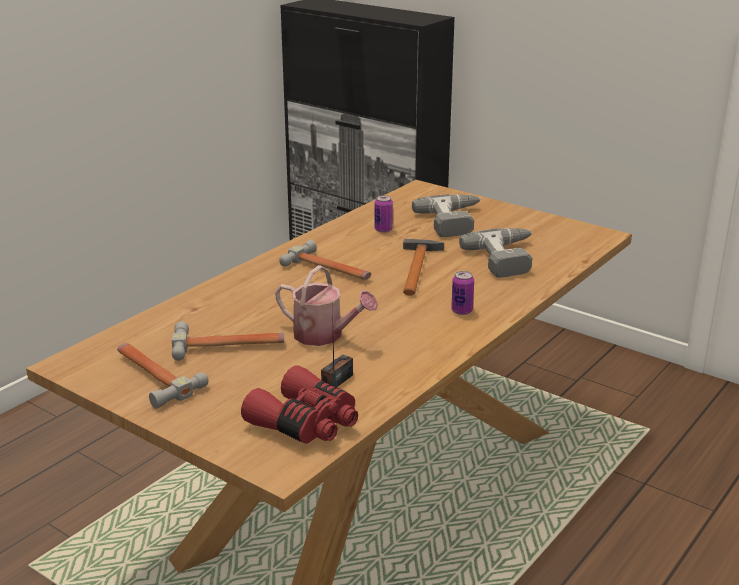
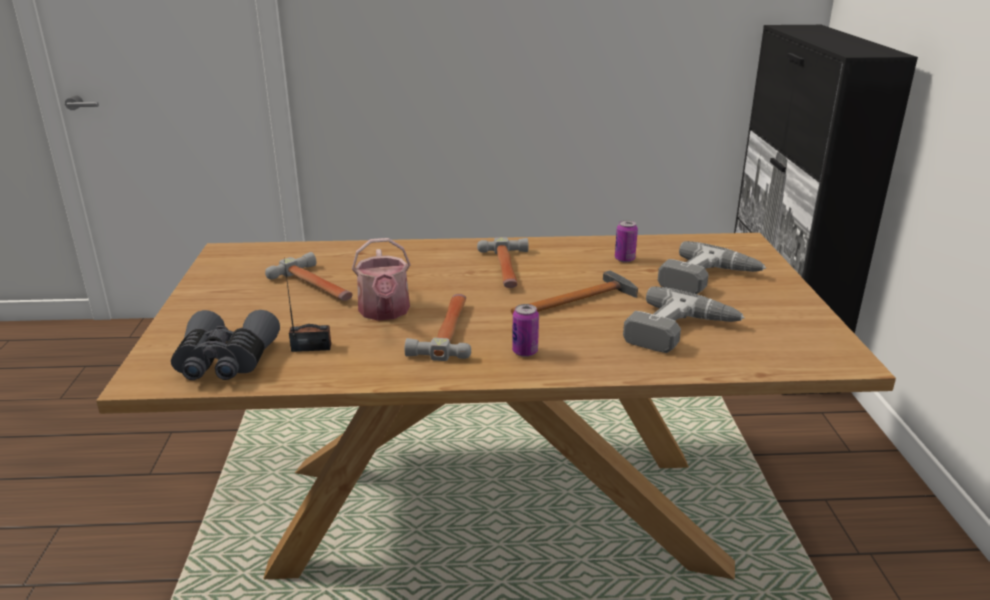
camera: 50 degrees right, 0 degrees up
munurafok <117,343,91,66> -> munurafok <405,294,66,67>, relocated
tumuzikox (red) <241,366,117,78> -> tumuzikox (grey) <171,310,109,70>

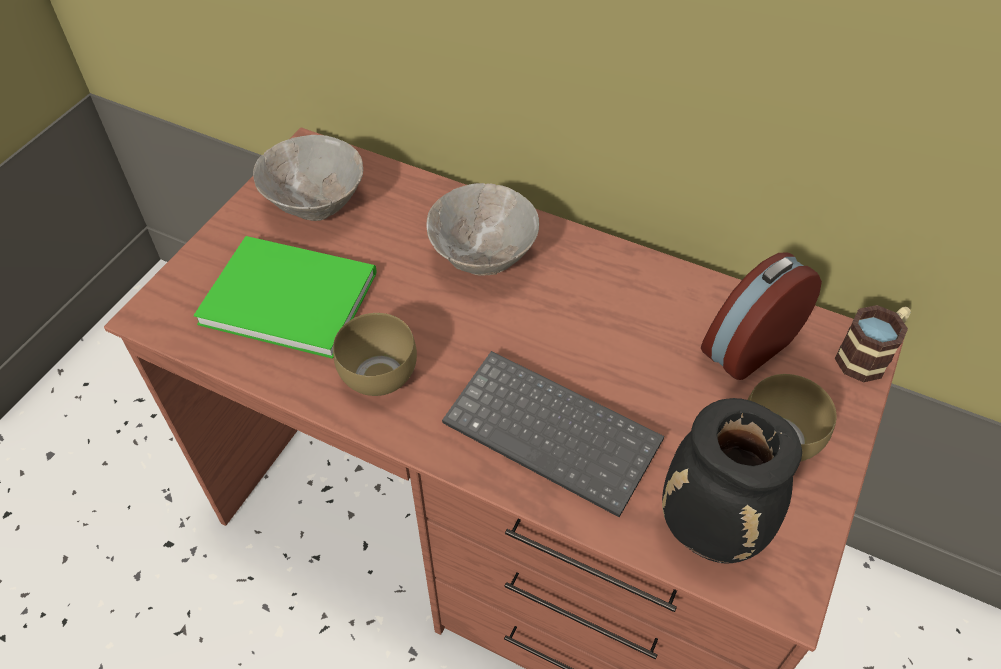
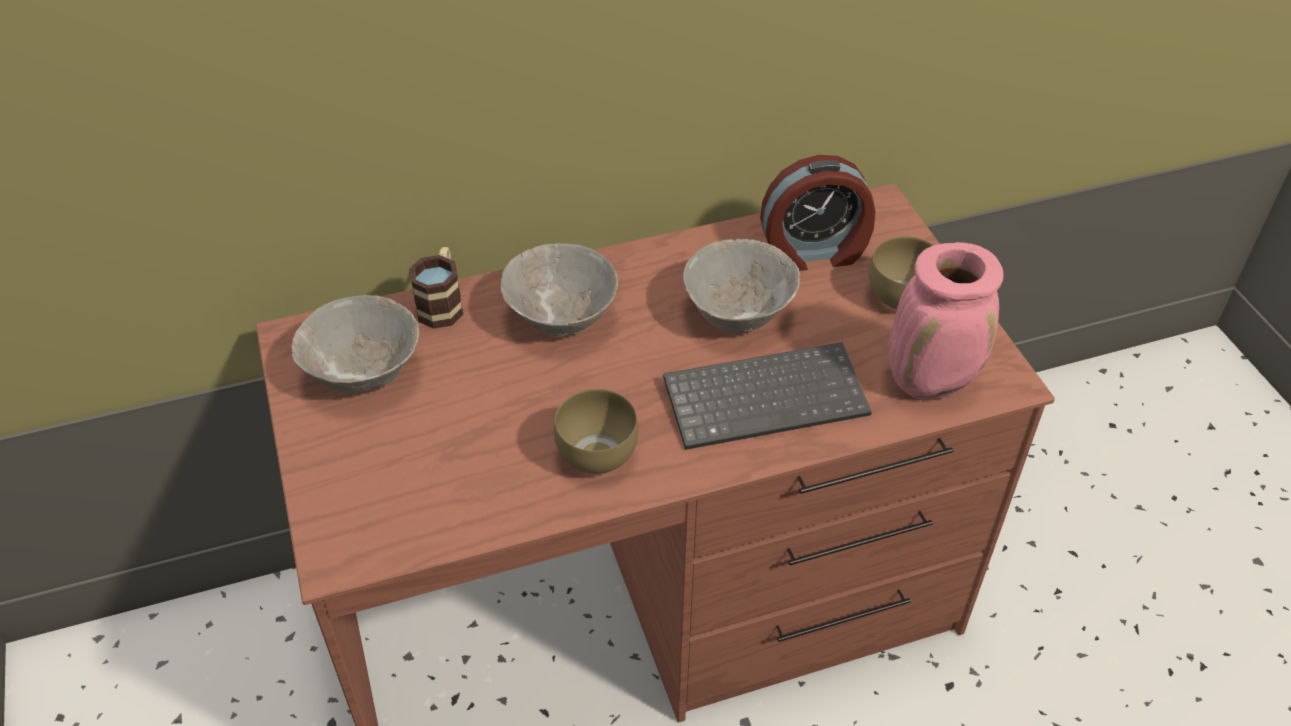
camera: 45 degrees left, 5 degrees down
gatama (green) <193,236,184,123> -> none
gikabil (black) <662,398,140,166> -> gikabil (pink) <888,242,116,157>
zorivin <701,253,121,127> -> zorivin <760,155,116,116>, 105 degrees counterclockwise
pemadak <835,305,76,77> -> pemadak <409,247,54,82>, relocated
none -> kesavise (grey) <683,239,117,94>

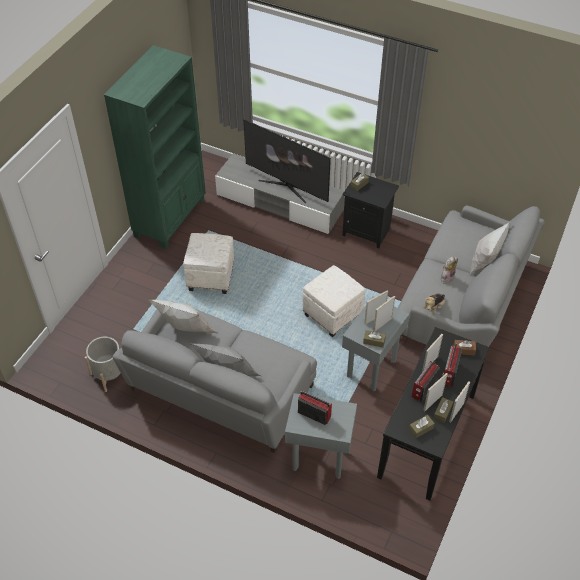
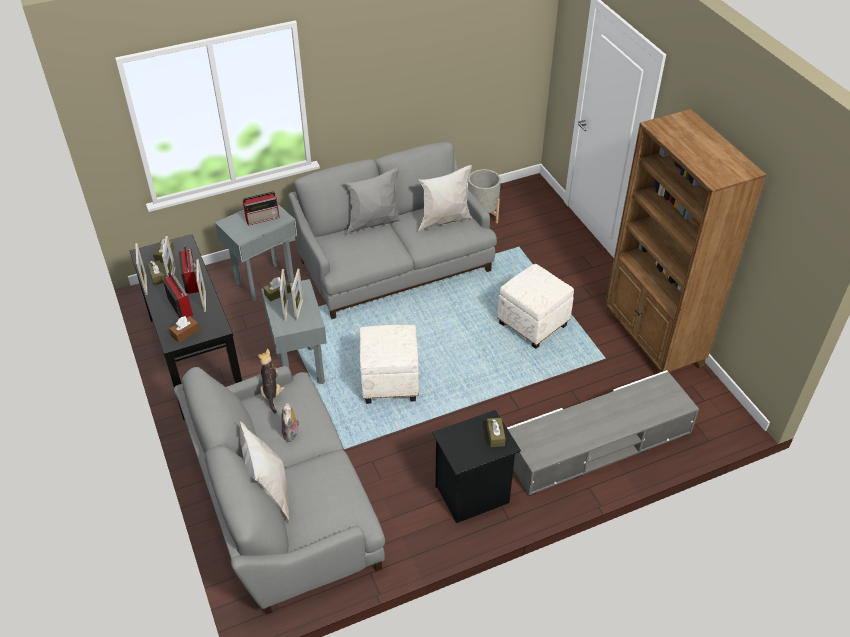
camera: 130 degrees right, 5 degrees down
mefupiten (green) <104,45,102,204> -> mefupiten (brown) <605,109,161,264>
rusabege <244,119,87,84> -> none

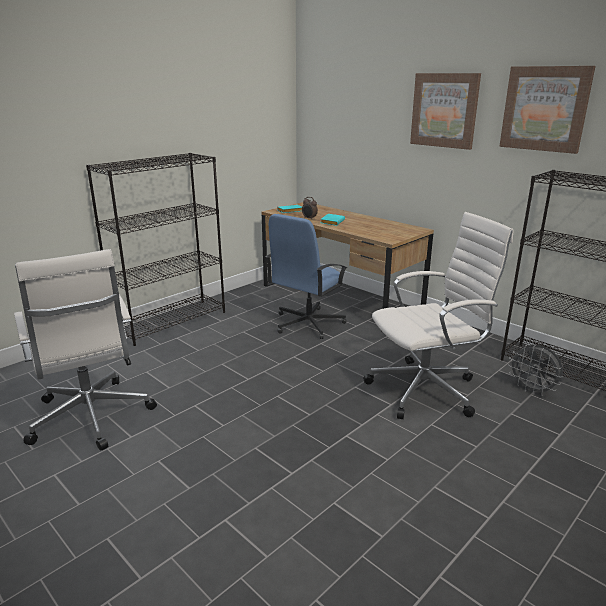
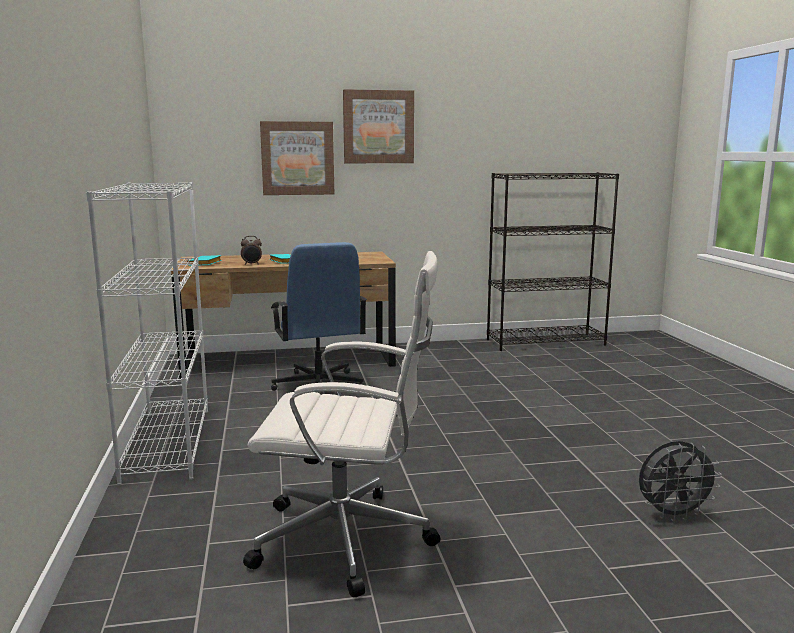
camera: 55 degrees left, 10 degrees down
mefupiten (black) <86,153,139,193> -> mefupiten (white) <86,182,122,304>
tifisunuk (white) <363,212,151,207> -> none
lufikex <499,66,97,88> -> lufikex <260,121,74,74>, relocated
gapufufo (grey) <508,345,55,51> -> gapufufo (grey) <639,441,83,80>, relocated

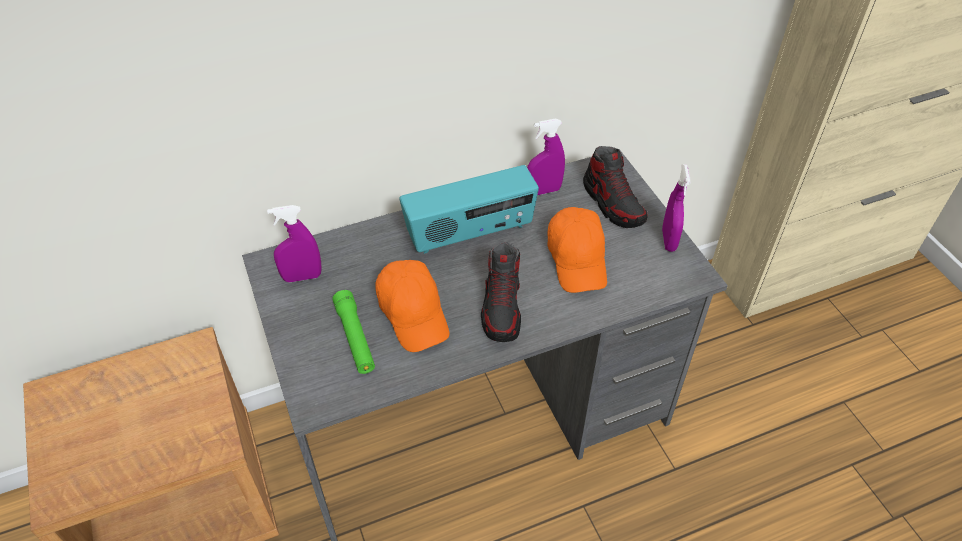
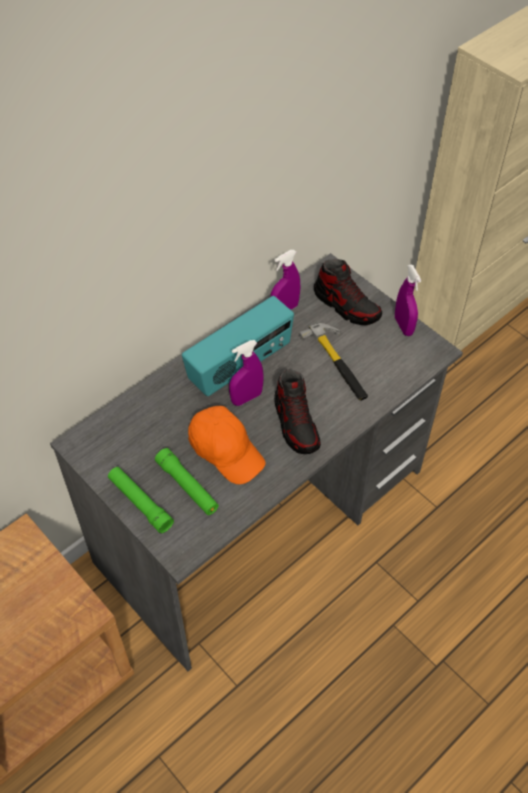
camera: 20 degrees left, 5 degrees up
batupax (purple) <267,205,55,77> -> batupax (purple) <229,340,35,66>, relocated
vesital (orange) <547,207,60,86> -> munurafok <299,323,69,78>
none -> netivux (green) <108,467,66,67>

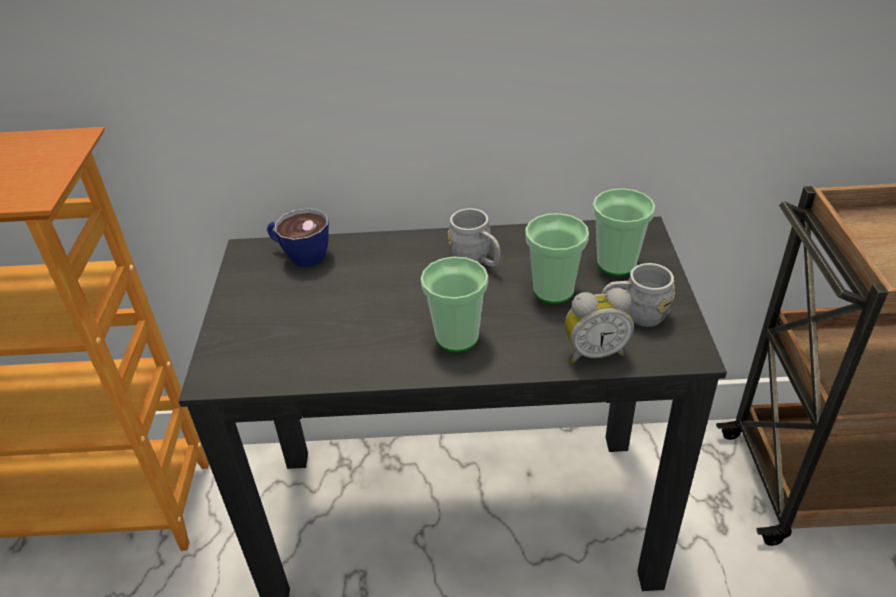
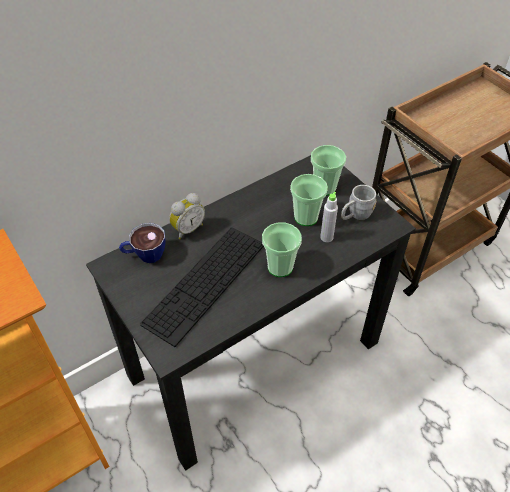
camera: 35 degrees left, 10 degrees up
pemadak (grey) <448,208,53,59> -> none
zorivin <565,288,69,75> -> zorivin <169,193,36,46>, relocated
none -> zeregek <140,227,124,120>
none -> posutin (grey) <320,192,18,50>

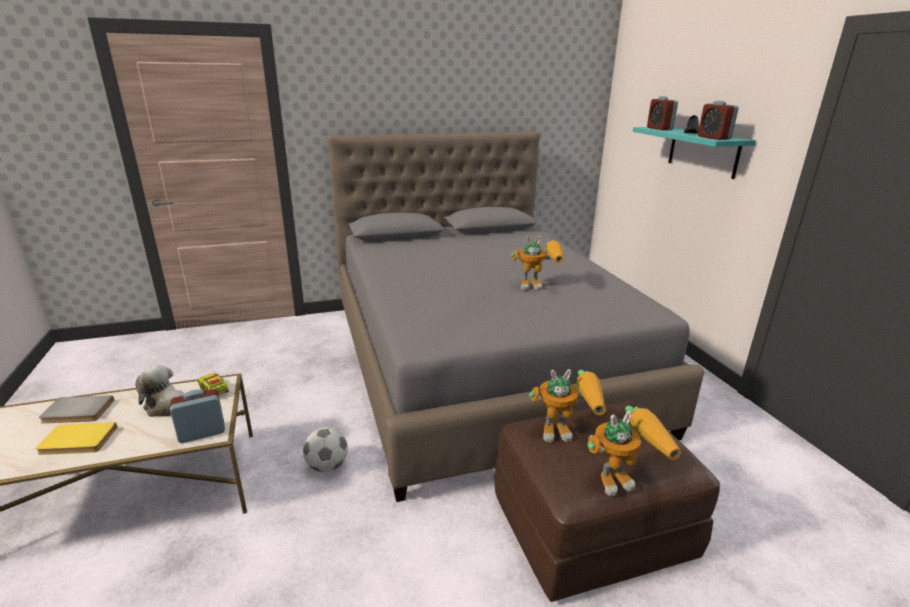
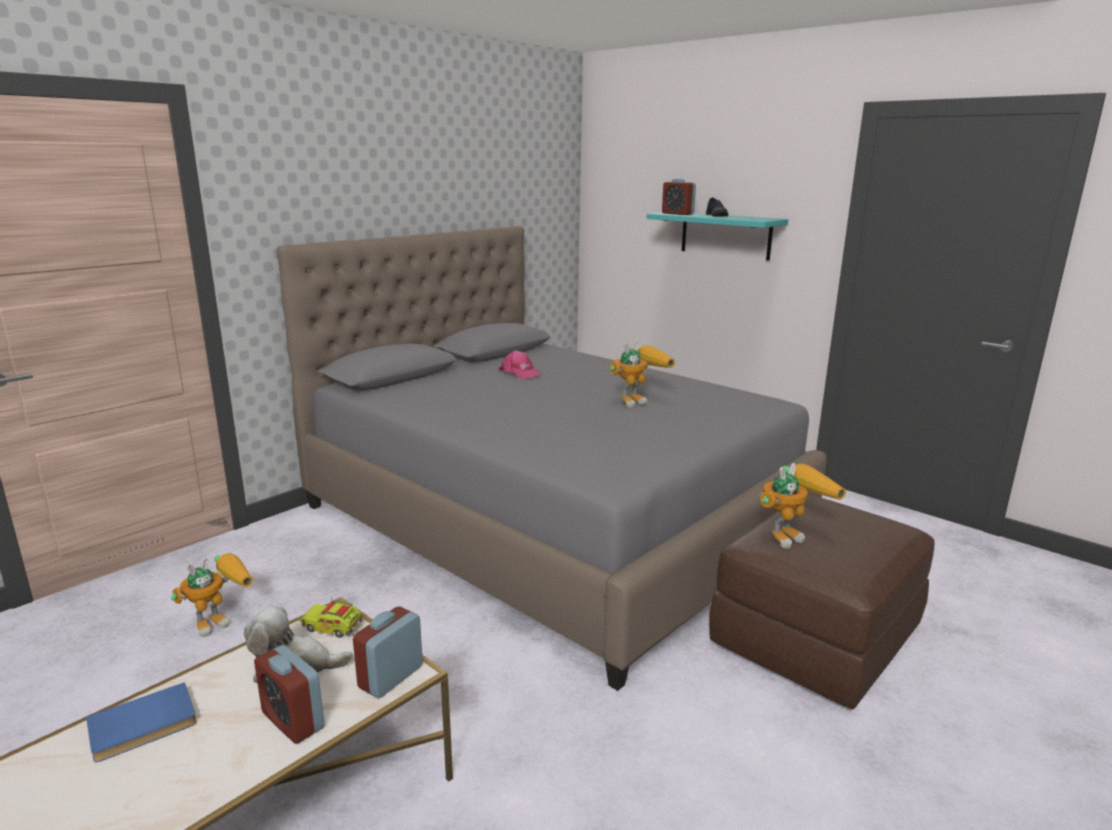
camera: 30 degrees left, 5 degrees down
gatama (yellow) <35,423,83,32> -> none
gatama (grey) <39,395,75,28> -> gatama (blue) <86,682,111,80>
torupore <303,427,45,45> -> none
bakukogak <587,406,94,90> -> bakukogak <171,553,82,84>, relocated
zorivin <698,101,41,39> -> zorivin <254,645,71,99>, relocated
none -> vesital (pink) <499,350,43,29>

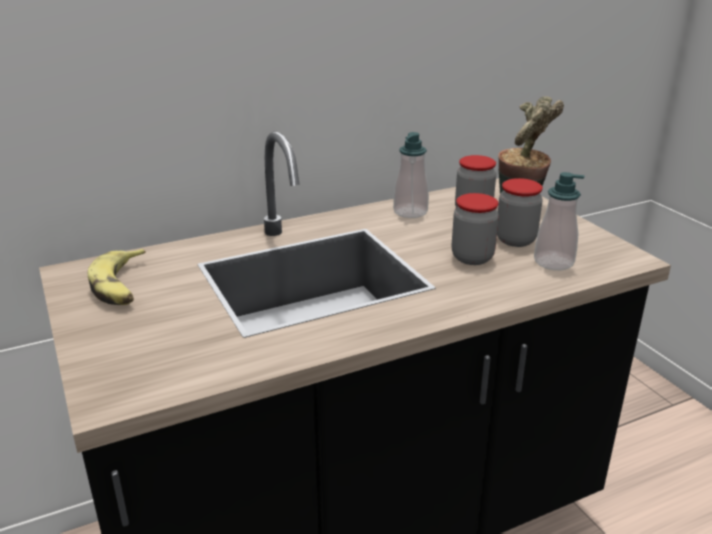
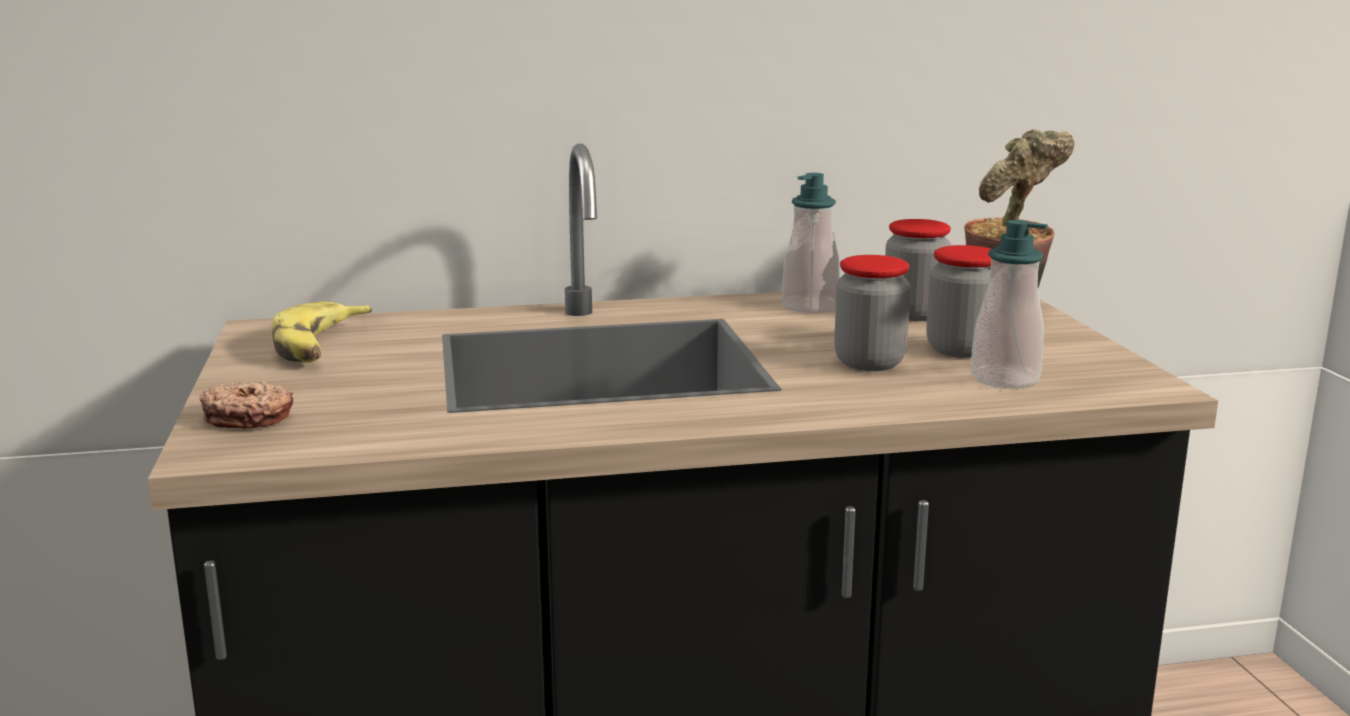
camera: 15 degrees right, 10 degrees down
none -> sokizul <200,381,93,48>

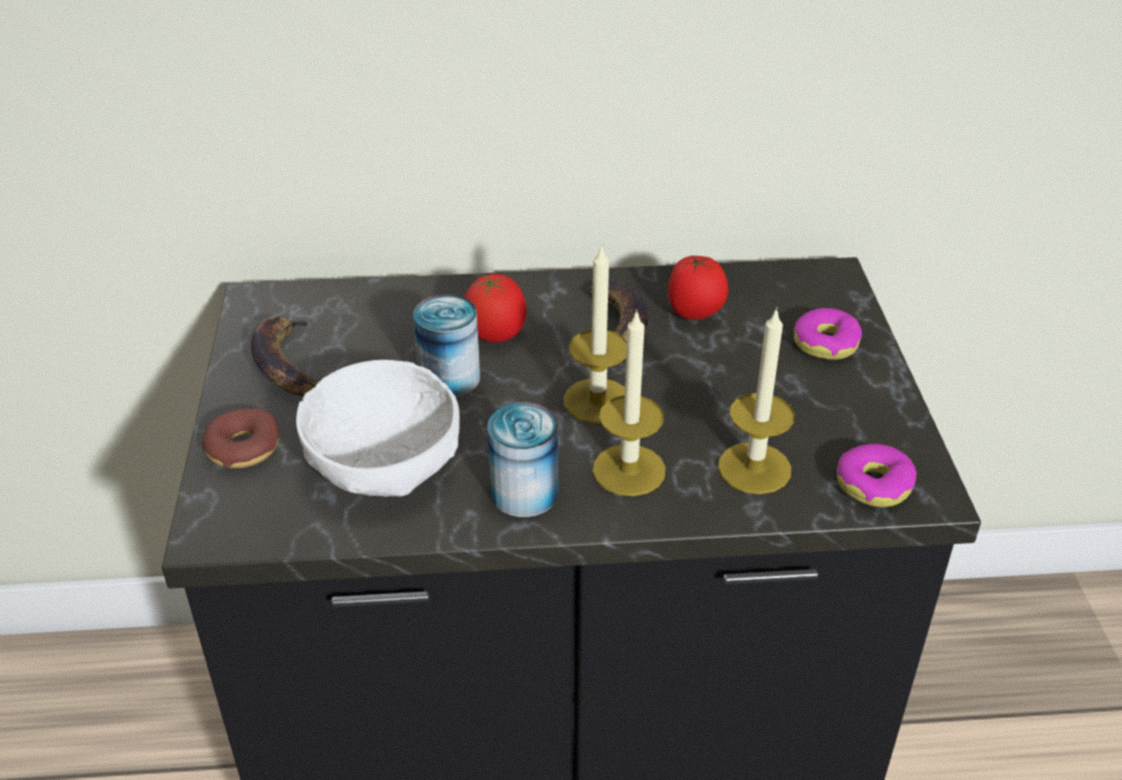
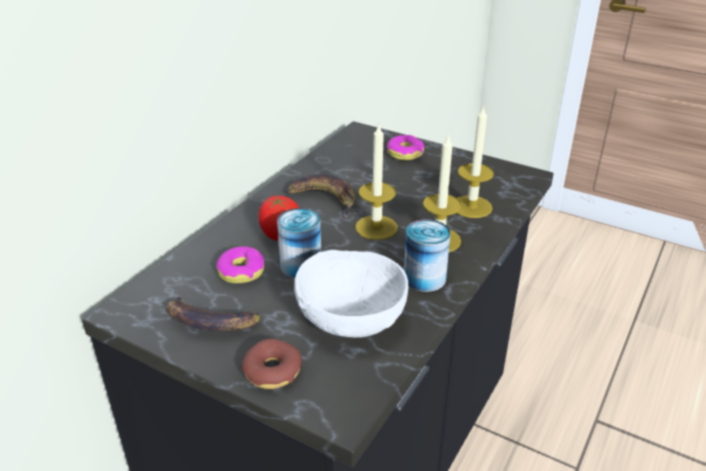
camera: 55 degrees left, 5 degrees down
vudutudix <668,255,61,65> -> none
sokizul <837,444,79,63> -> sokizul <217,246,47,37>, relocated

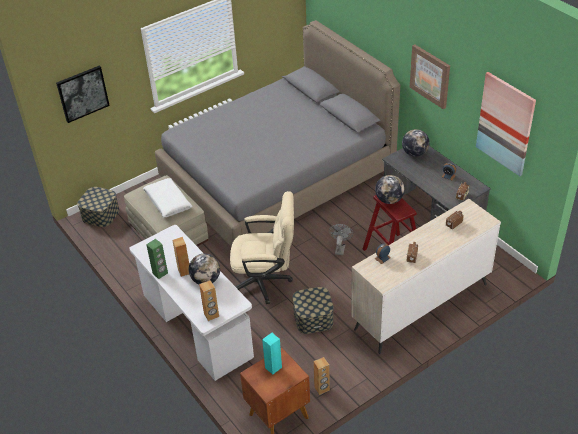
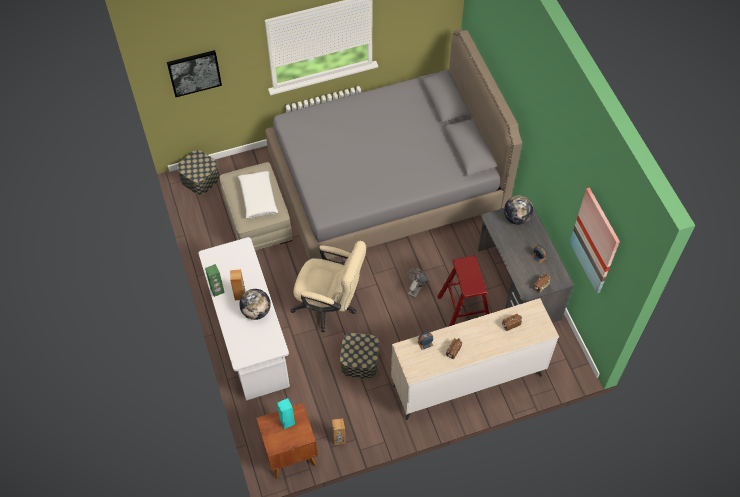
camera: 15 degrees right, 15 degrees up
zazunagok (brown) <199,280,20,41> -> none
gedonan <375,175,29,29> -> none
lufikex <410,45,40,64> -> none

